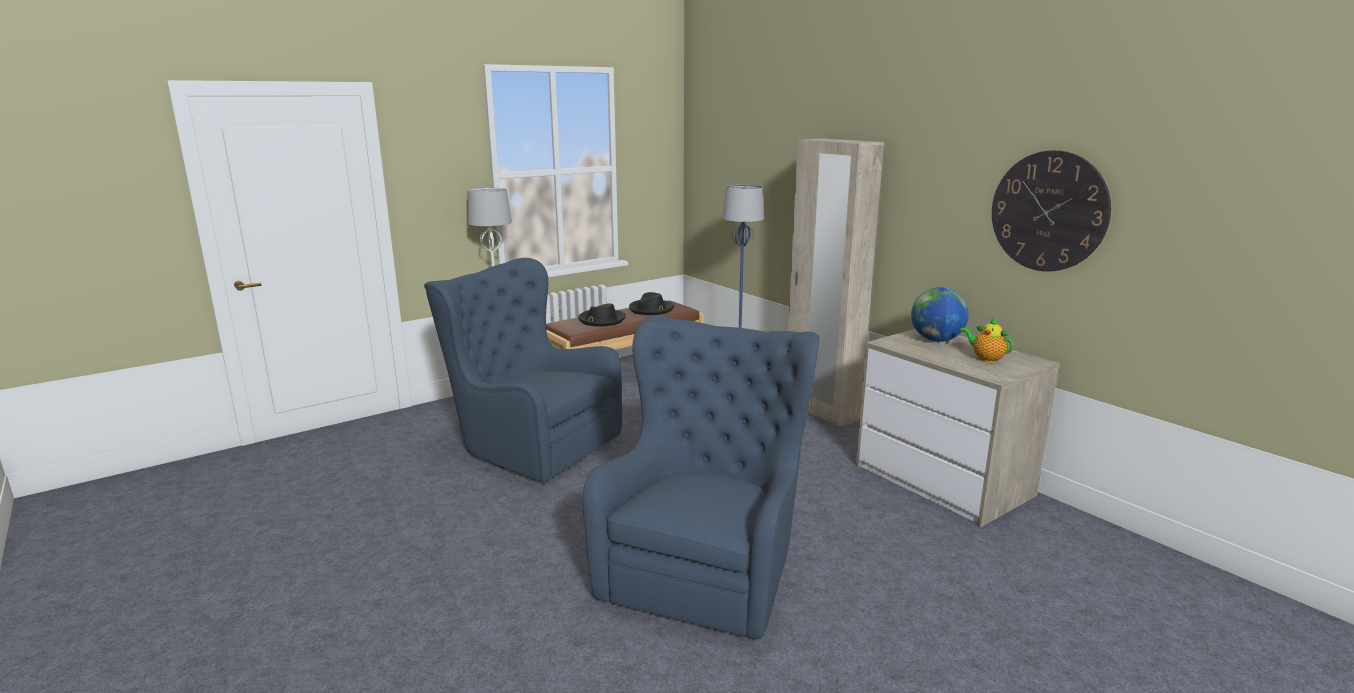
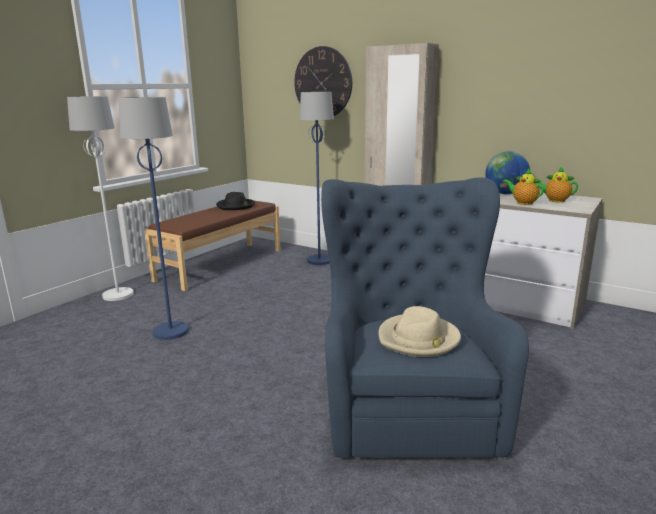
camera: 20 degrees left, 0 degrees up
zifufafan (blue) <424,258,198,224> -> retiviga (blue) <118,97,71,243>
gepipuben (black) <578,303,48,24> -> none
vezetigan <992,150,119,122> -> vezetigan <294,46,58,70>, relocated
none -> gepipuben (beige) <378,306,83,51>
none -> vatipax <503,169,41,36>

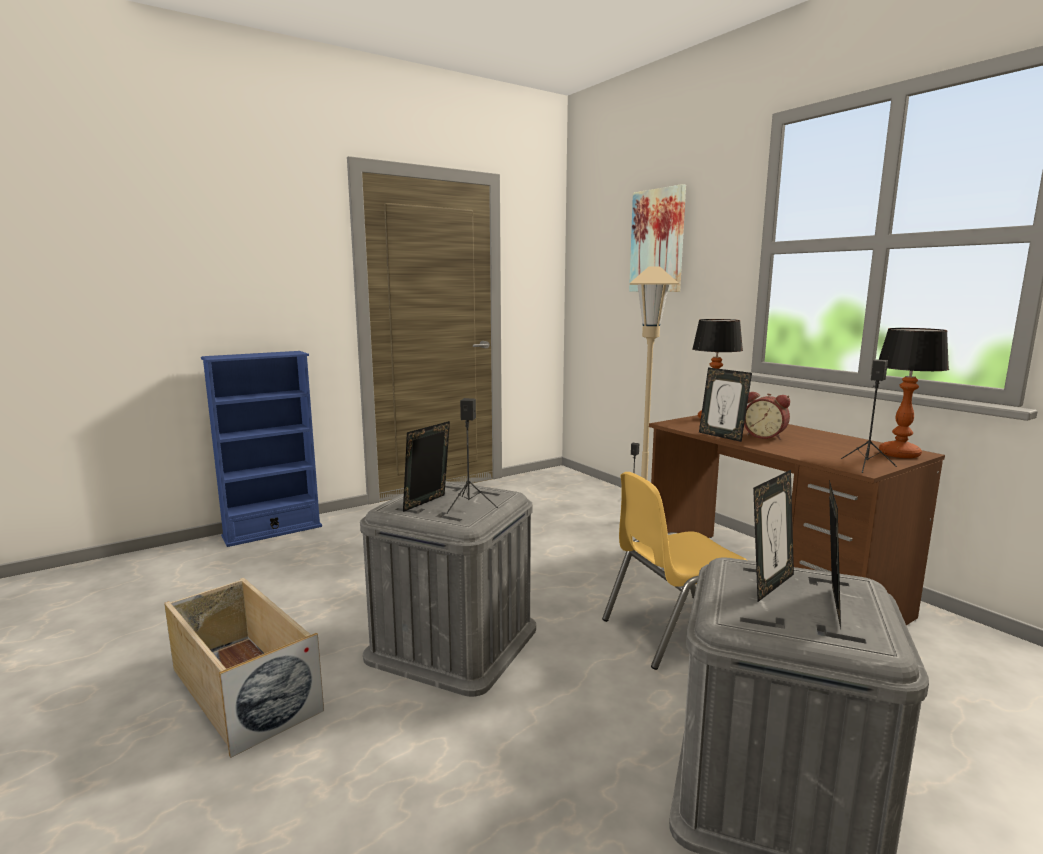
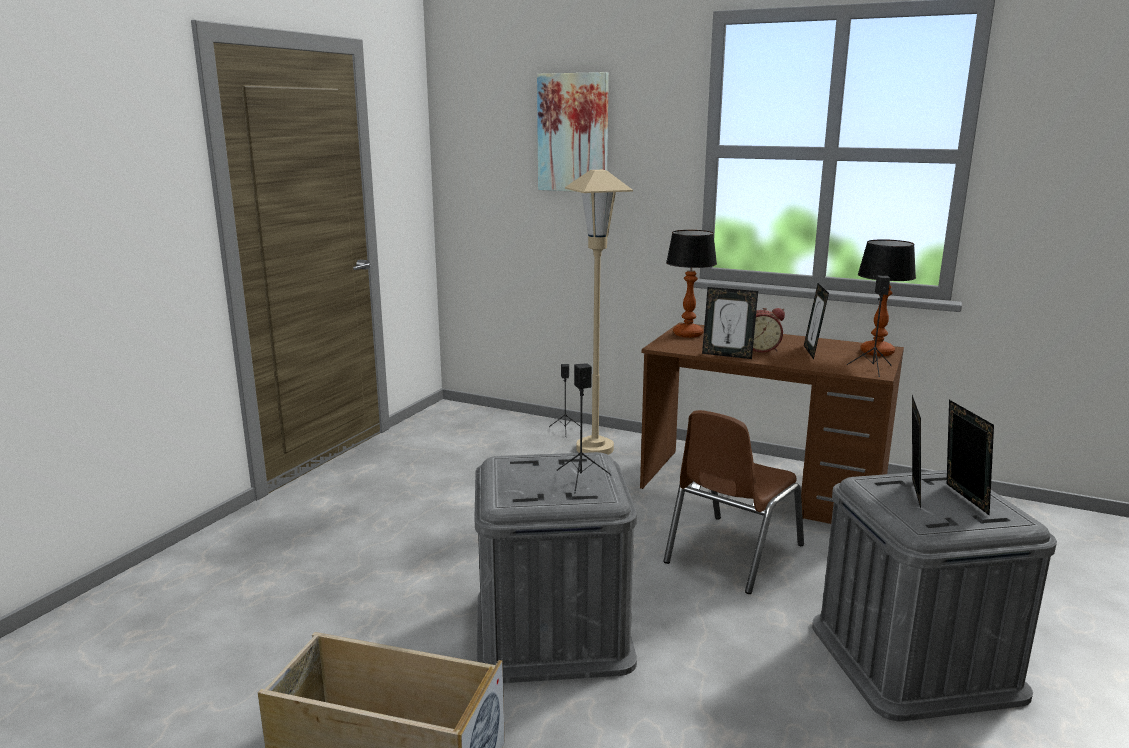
camera: 30 degrees left, 5 degrees up
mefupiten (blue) <201,351,121,196> -> none
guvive <403,421,47,91> -> guvive <804,283,25,76>, relocated
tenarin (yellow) <602,472,145,198> -> tenarin (brown) <663,410,141,184>

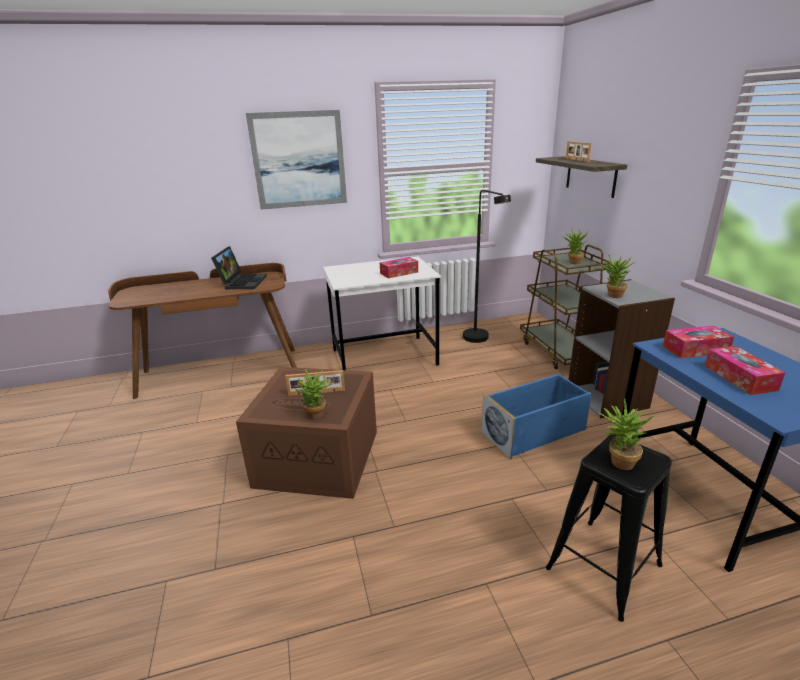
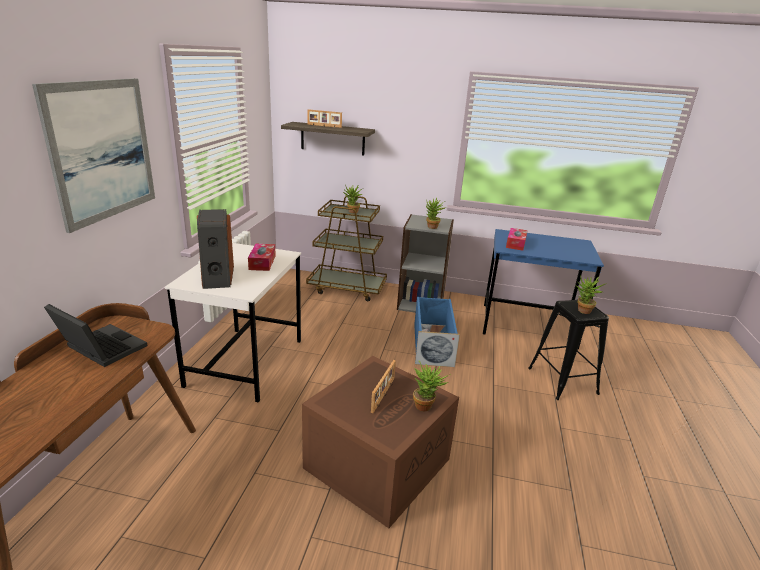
camera: 65 degrees left, 0 degrees up
retiviga (black) <463,190,48,153> -> none
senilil <705,346,80,49> -> none
none -> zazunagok <197,209,37,80>

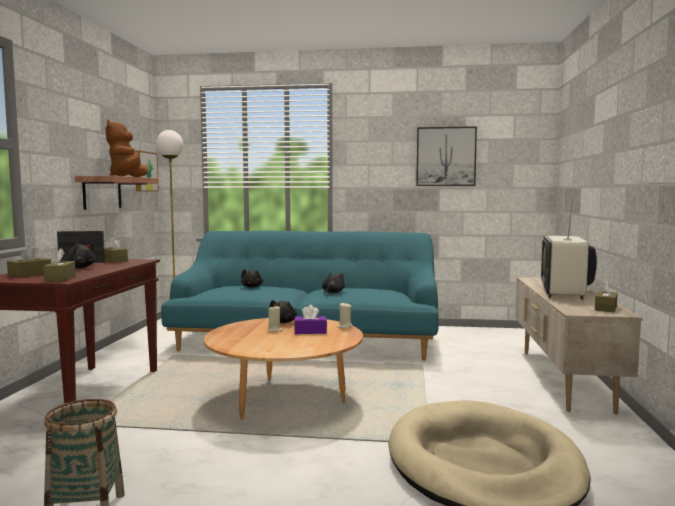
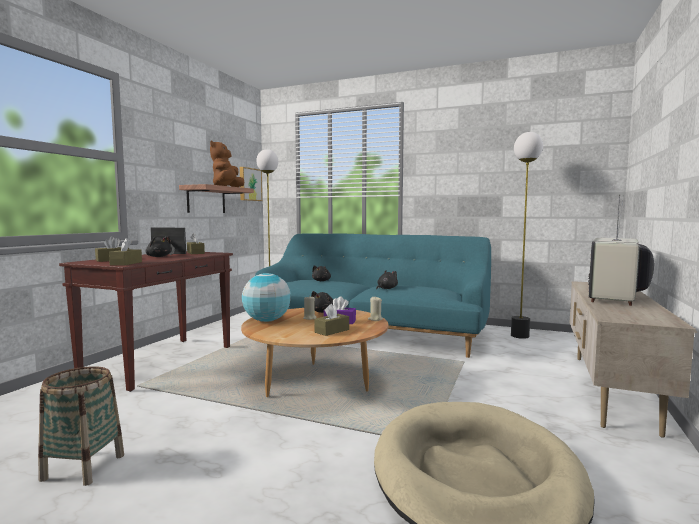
camera: 15 degrees right, 0 degrees up
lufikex <416,126,61,60> -> none
senilil (brown) <595,280,23,32> -> senilil (brown) <315,304,34,32>, relocated
none -> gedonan <242,273,49,49>
none -> retiviga <511,132,32,207>

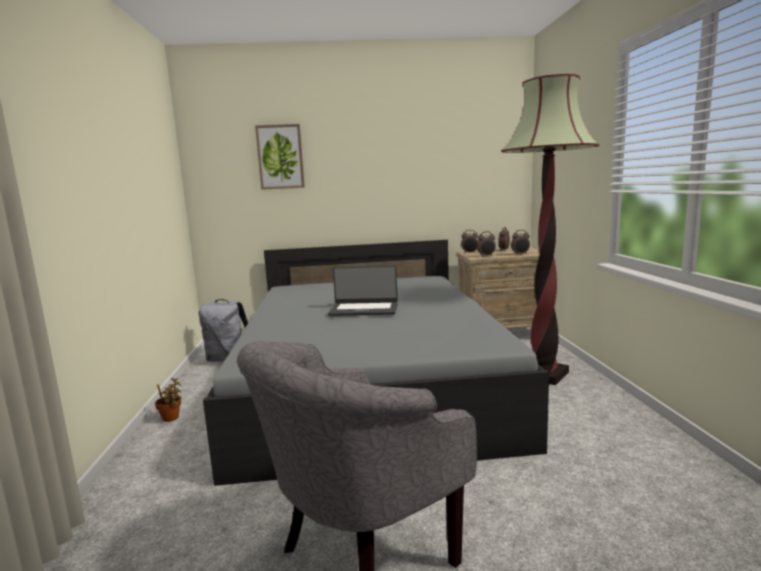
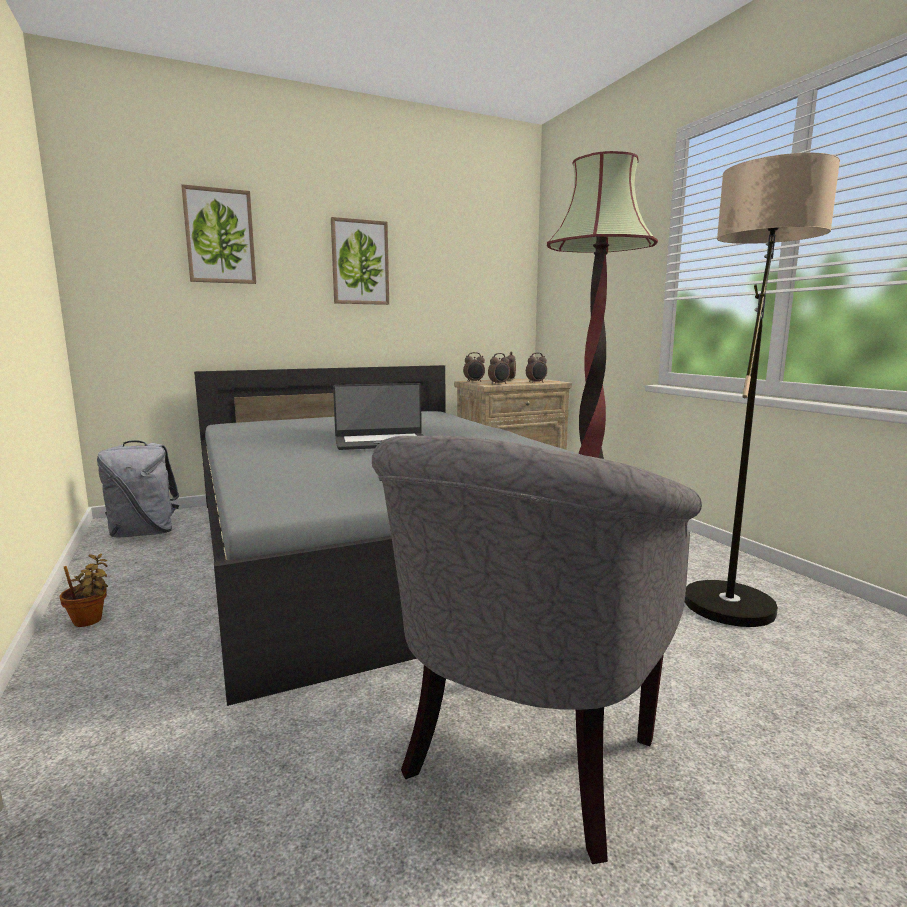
camera: 20 degrees left, 0 degrees up
none -> lufikex <331,217,58,88>
none -> retiviga <685,153,155,474>

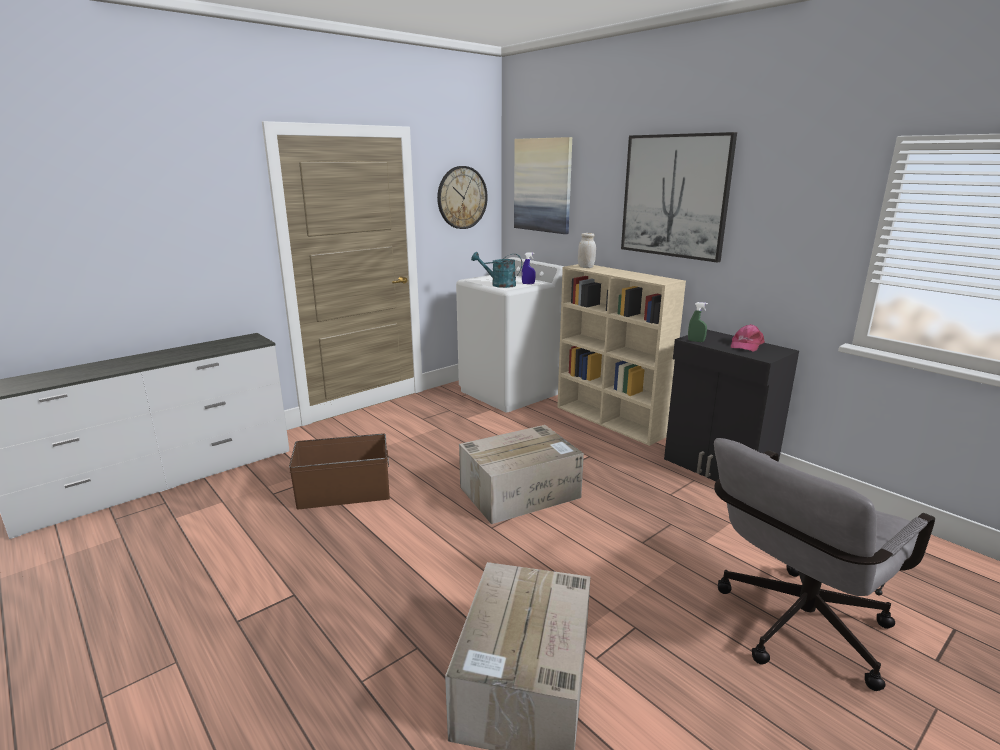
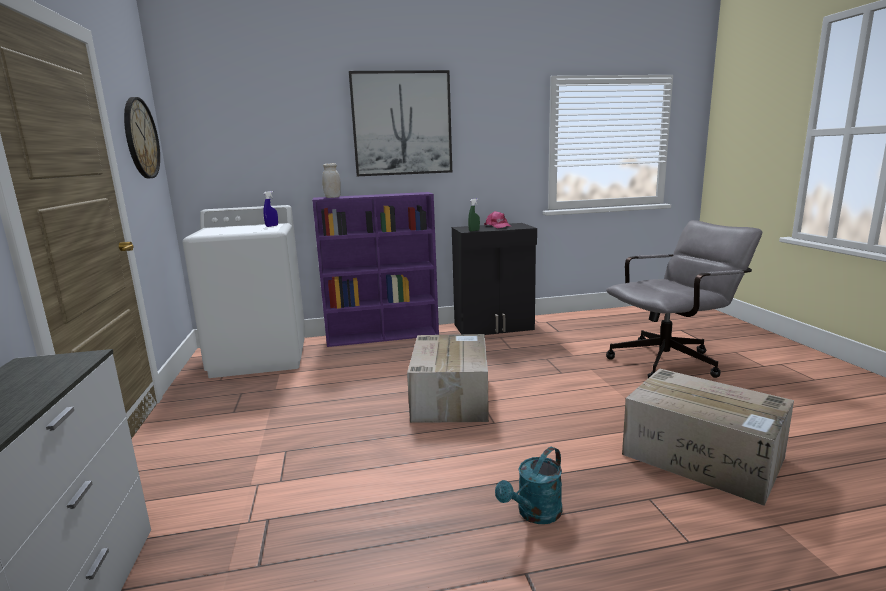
camera: 60 degrees left, 5 degrees down
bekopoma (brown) <289,433,101,76> -> none
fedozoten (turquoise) <471,252,51,36> -> fedozoten (turquoise) <495,447,67,77>, relocated
lufikex <514,137,58,97> -> none
mefupiten (beige) <557,264,129,182> -> mefupiten (purple) <312,192,127,155>
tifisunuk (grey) <714,438,221,253> -> tifisunuk (grey) <606,220,156,158>, 105 degrees counterclockwise

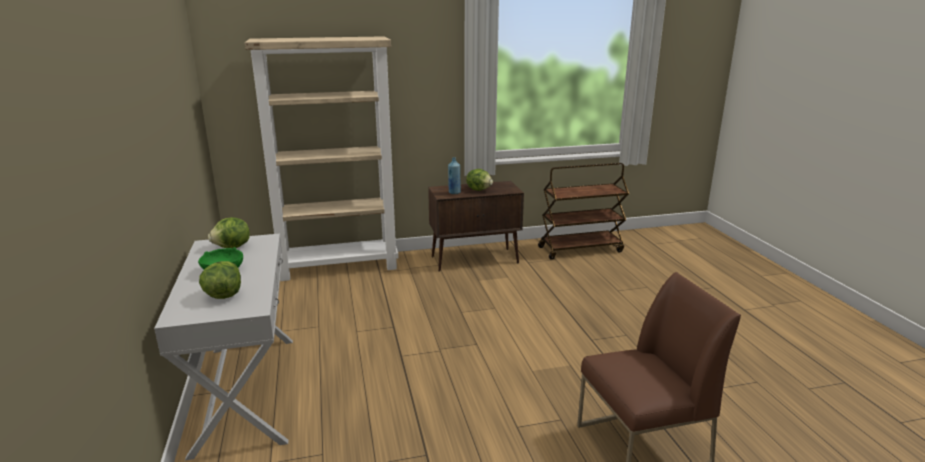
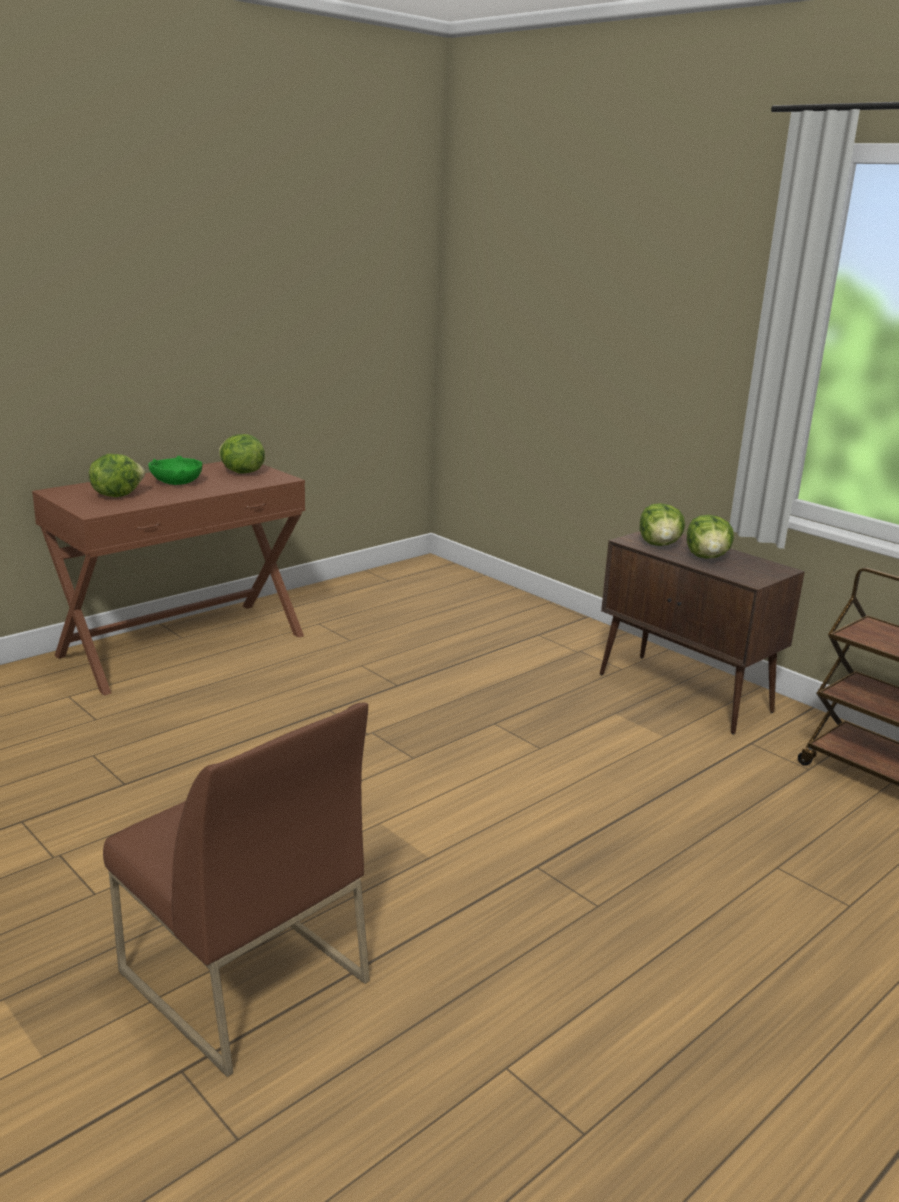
camera: 60 degrees right, 0 degrees up
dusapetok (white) <154,234,139,227> -> dusapetok (brown) <32,461,273,235>
mefupiten (beige) <245,36,154,245> -> none
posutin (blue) <448,157,13,37> -> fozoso <640,503,45,43>

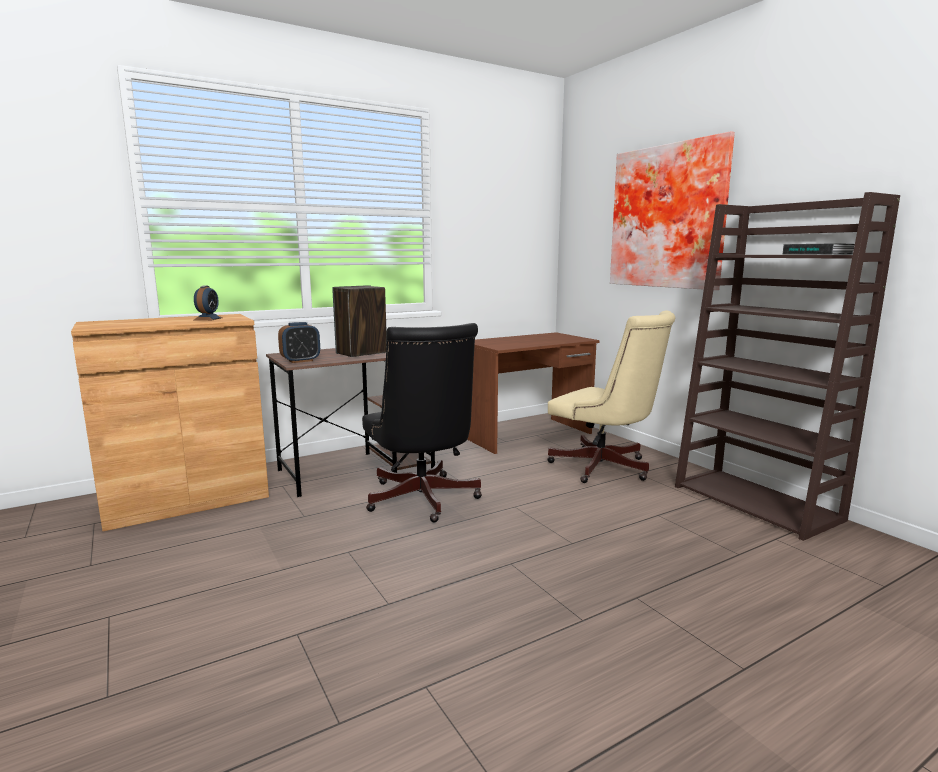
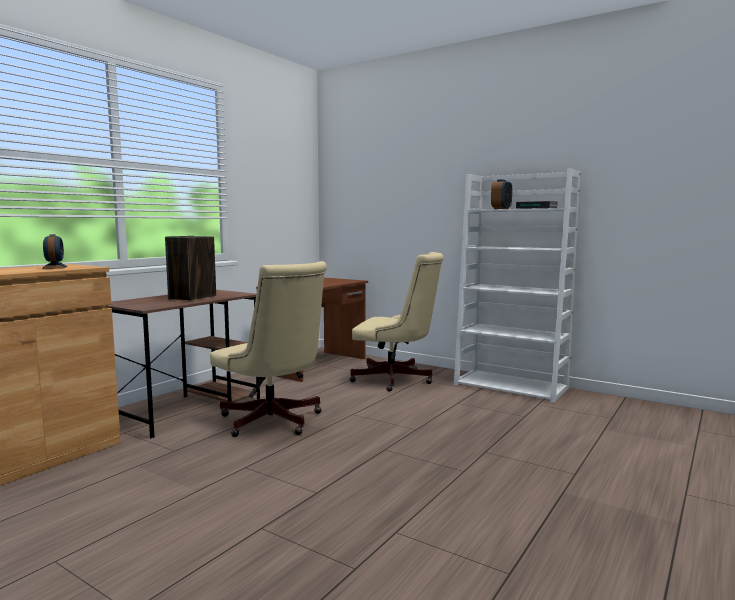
camera: 25 degrees left, 5 degrees down
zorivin <278,322,42,41> -> zorivin <491,179,21,30>, relocated
tifisunuk (black) <362,323,120,200> -> tifisunuk (beige) <210,261,117,176>
lufikex <610,131,125,159> -> none
mefupiten (brown) <675,192,225,349> -> mefupiten (white) <454,168,126,235>

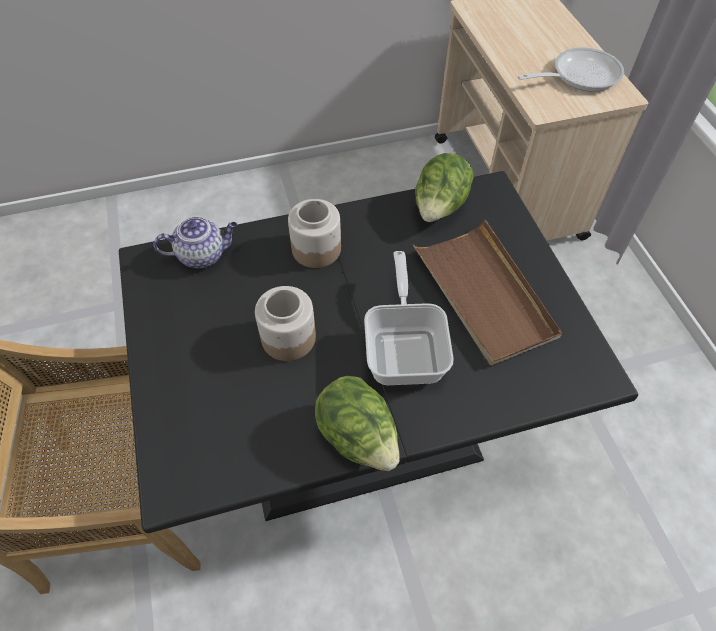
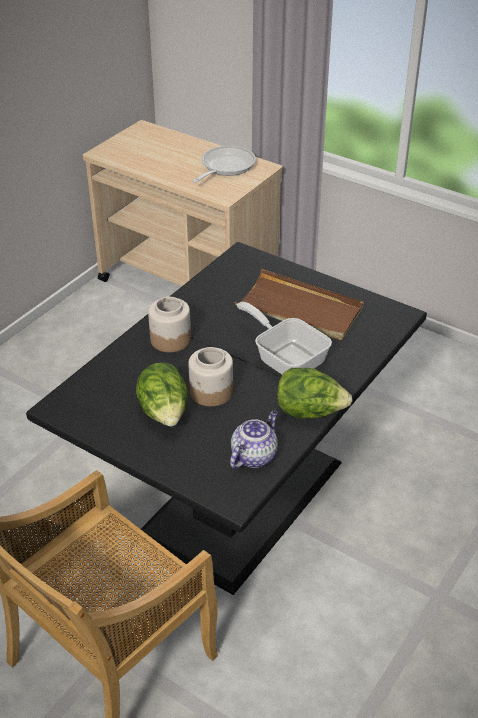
camera: 40 degrees left, 15 degrees down
vatipax <153,217,84,52> -> vatipax <230,410,48,59>, relocated
fozoso <415,153,59,69> -> fozoso <136,363,51,63>, relocated

